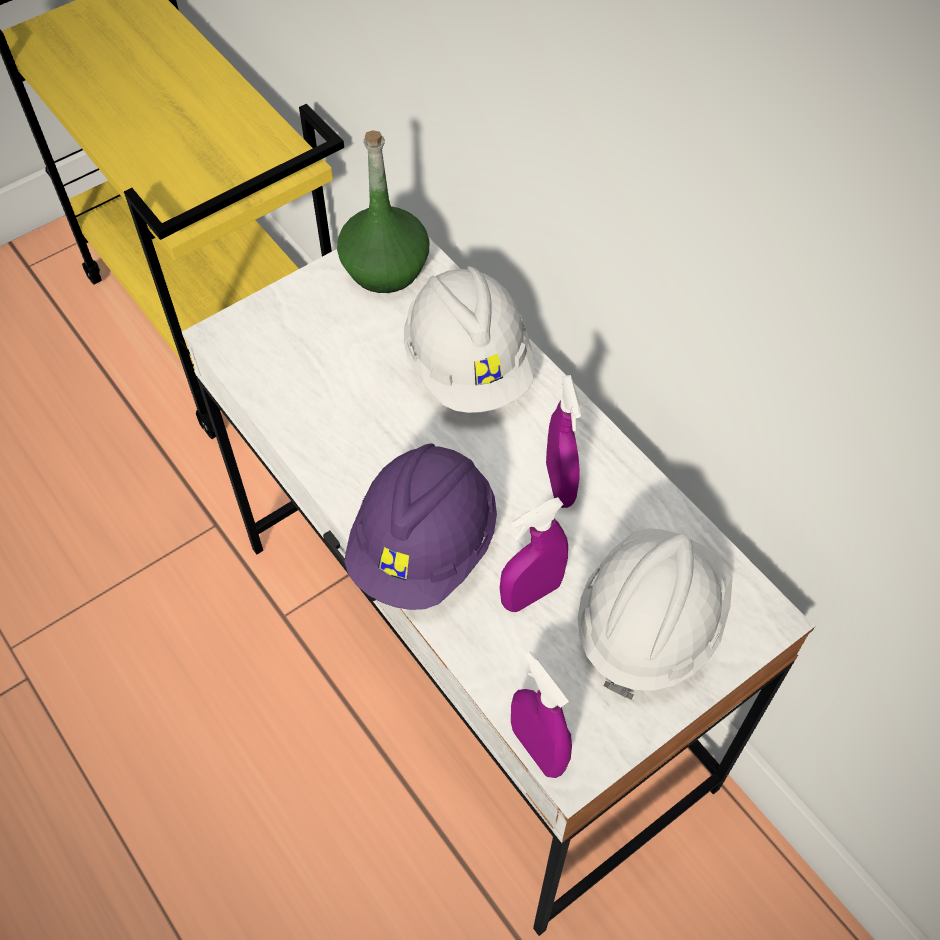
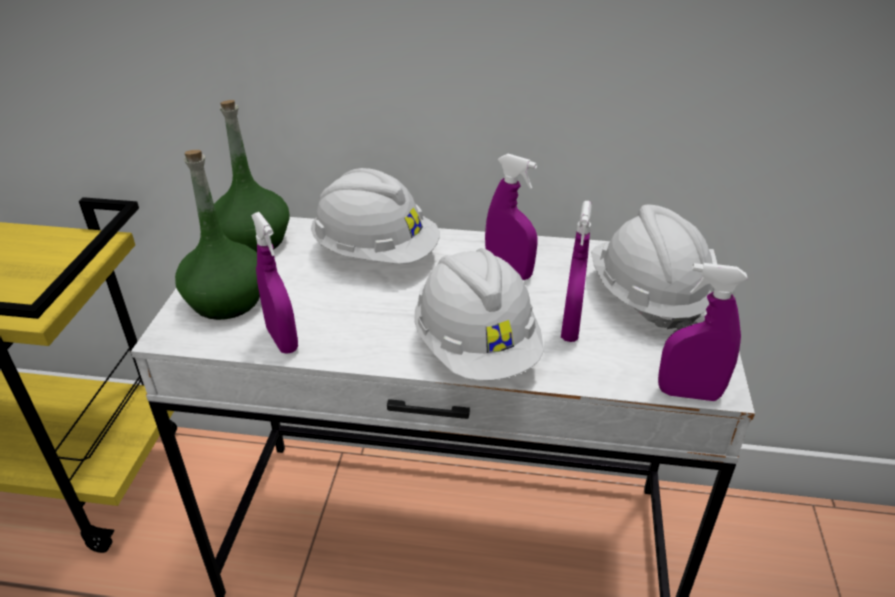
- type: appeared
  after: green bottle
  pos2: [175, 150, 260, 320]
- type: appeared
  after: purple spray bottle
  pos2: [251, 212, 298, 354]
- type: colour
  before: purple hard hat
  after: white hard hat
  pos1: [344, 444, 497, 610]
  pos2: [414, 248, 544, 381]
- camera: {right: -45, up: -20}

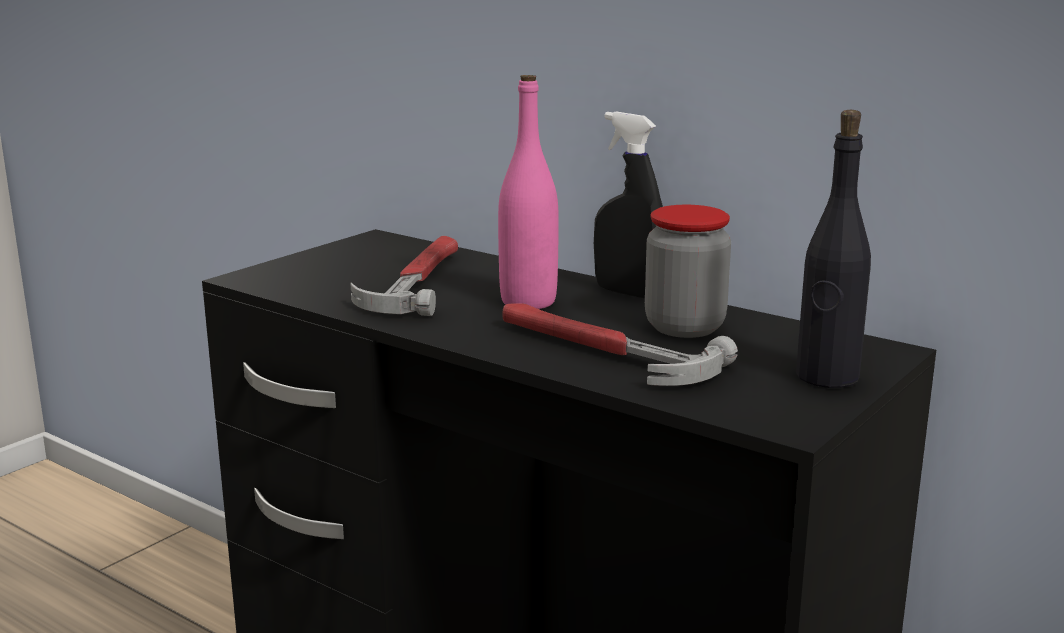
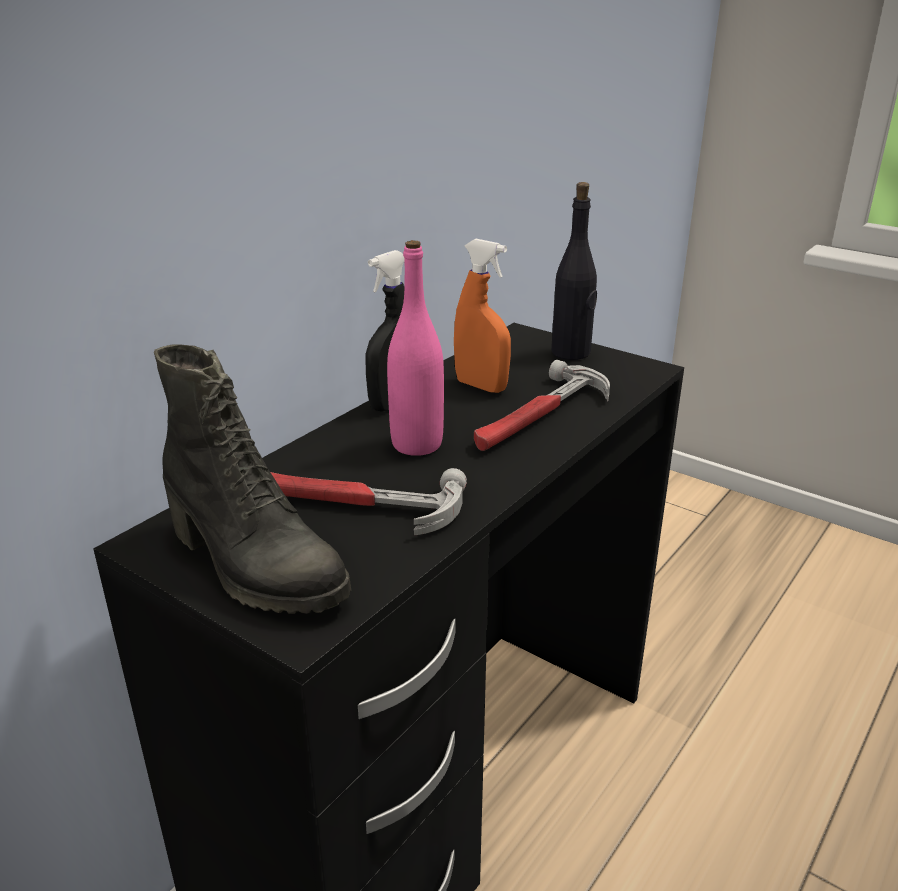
- type: appeared
  after: black boot
  pos2: [154, 344, 351, 614]
- type: exchanged
  before: jar
  after: orange spray bottle
  pos1: [645, 205, 731, 338]
  pos2: [454, 239, 511, 393]
- camera: {right: -90, up: 10}

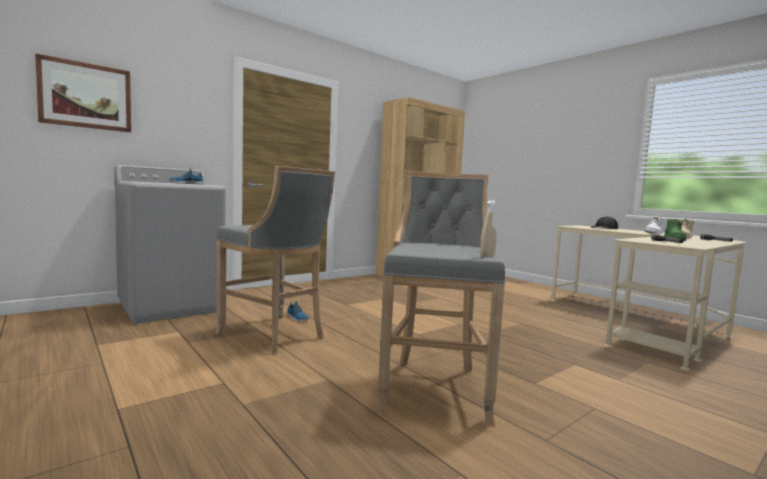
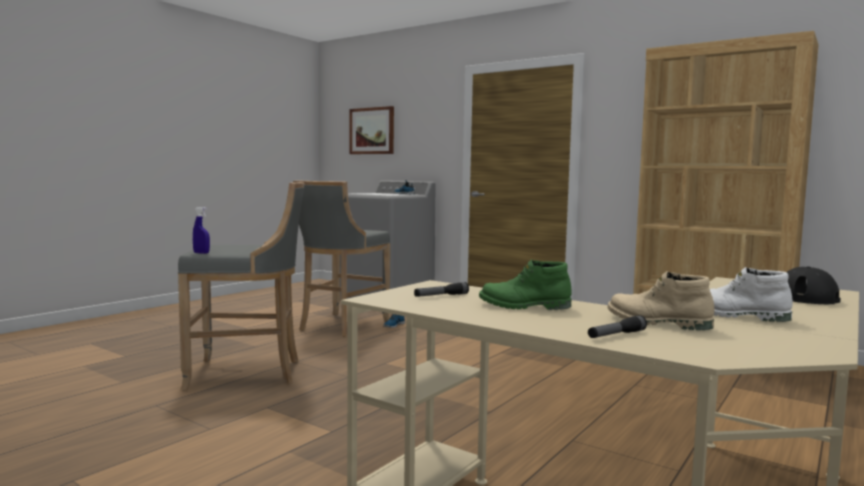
- type: colour
  before: beige spray bottle
  after: blue spray bottle
  pos1: [480, 200, 497, 257]
  pos2: [193, 207, 210, 254]
- camera: {right: 75, up: 0}

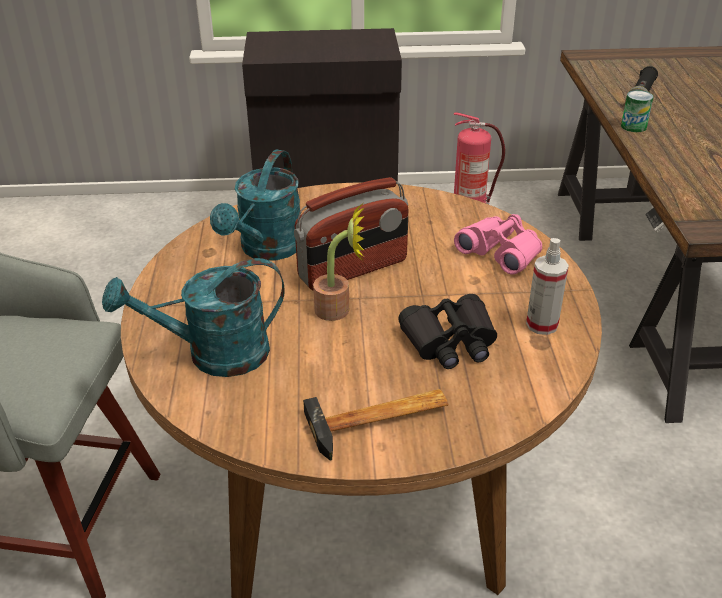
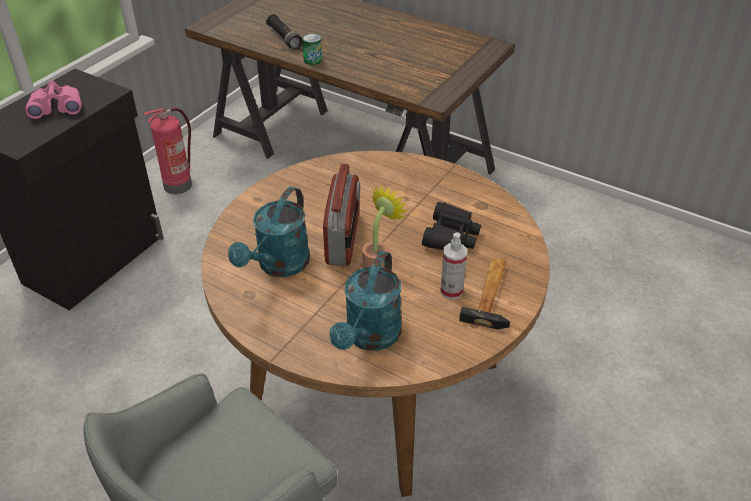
- type: relocated
  before: pink binoculars
  pos1: [454, 214, 542, 275]
  pos2: [25, 81, 82, 119]
- type: spun
  before: turquoise watering can
  pos1: [210, 150, 300, 261]
  pos2: [228, 187, 310, 277]
  turn: 60
- type: relocated
  before: spray bottle
  pos1: [526, 238, 569, 335]
  pos2: [440, 232, 467, 299]
- camera: {right: -55, up: 5}

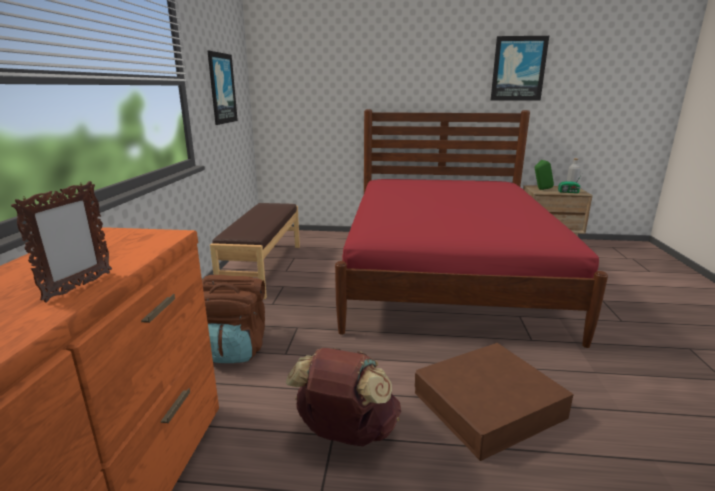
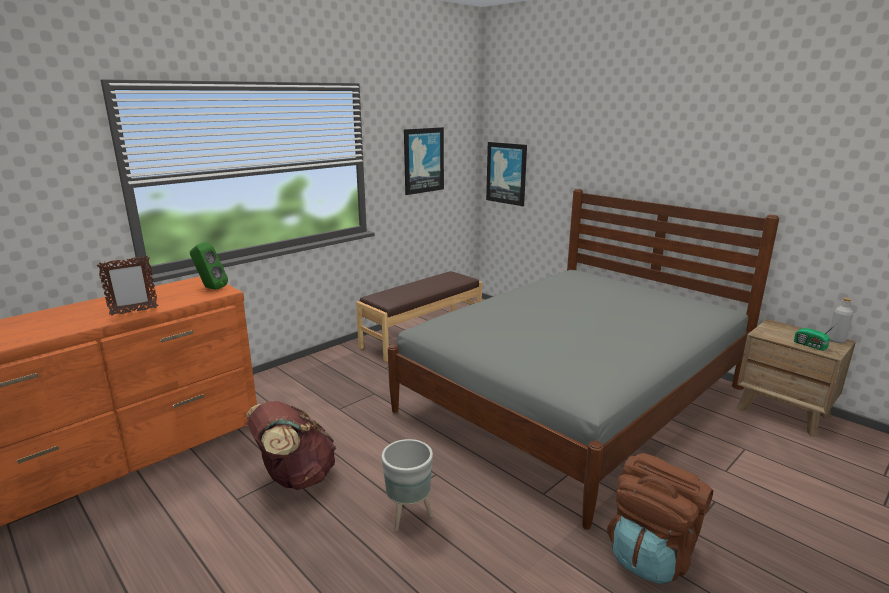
- type: relocated
  before: green speaker
  pos1: [535, 160, 554, 190]
  pos2: [190, 242, 228, 290]
- type: exchanged
  before: brown storage box
  after: grey planter
  pos1: [415, 343, 574, 461]
  pos2: [381, 439, 433, 531]
- type: colour
  before: red bed
  after: grey bed
  pos1: [335, 109, 608, 348]
  pos2: [388, 189, 780, 530]
- type: relocated
  before: picture
  pos1: [491, 36, 549, 101]
  pos2: [486, 142, 527, 206]
- type: relocated
  before: brown backpack
  pos1: [202, 275, 265, 363]
  pos2: [607, 453, 713, 584]
- camera: {right: 40, up: 0}

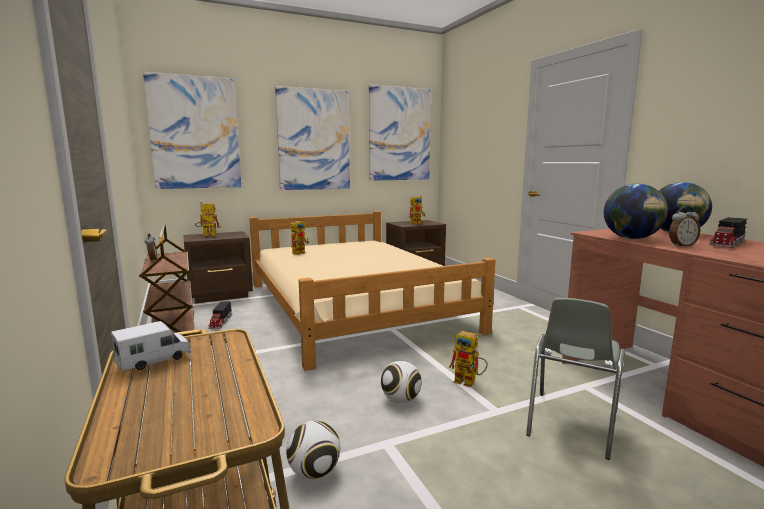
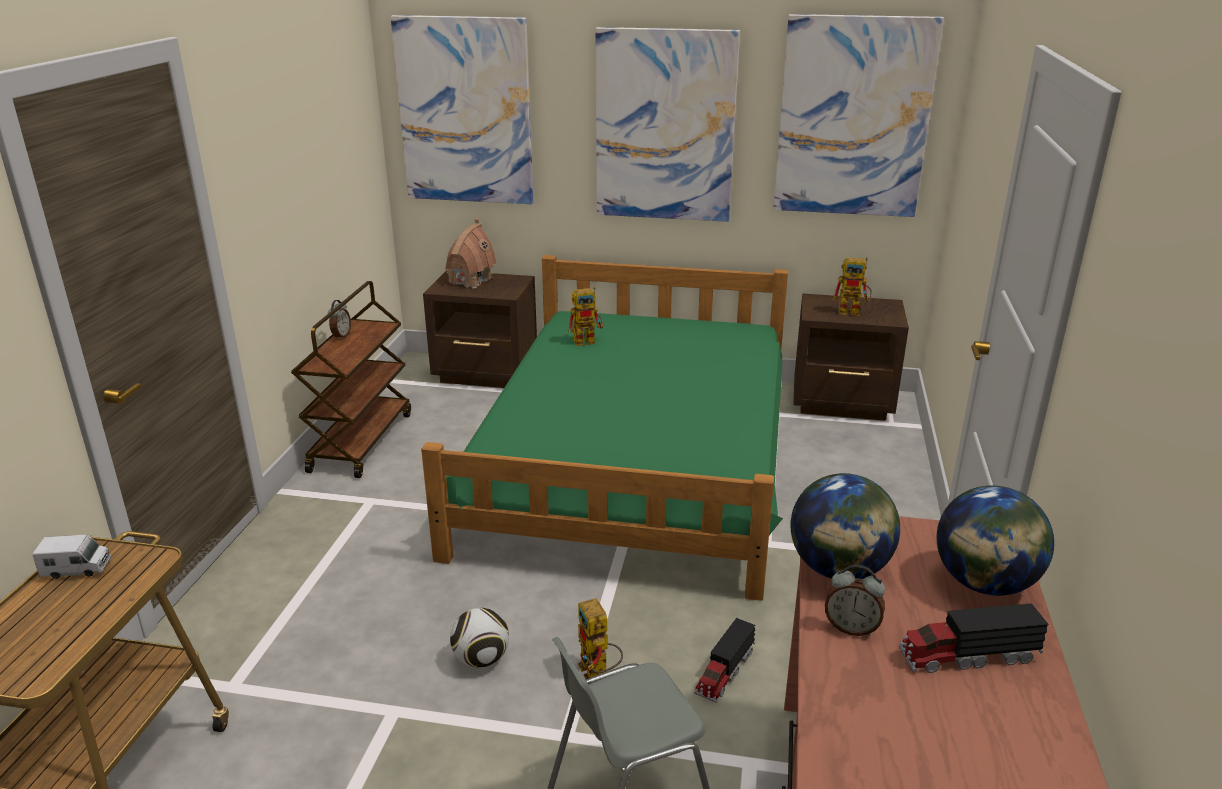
- type: colour
  before: beige bed
  after: green bed
  pos1: [250, 211, 496, 371]
  pos2: [421, 255, 788, 601]
- type: exchanged
  before: toy robot
  after: toy house
  pos1: [195, 202, 220, 236]
  pos2: [445, 218, 496, 288]
- type: relocated
  before: toy truck
  pos1: [208, 301, 232, 329]
  pos2: [694, 618, 755, 703]
- type: missing
  before: football
  pos1: [286, 421, 340, 479]
- camera: {right: 35, up: 15}

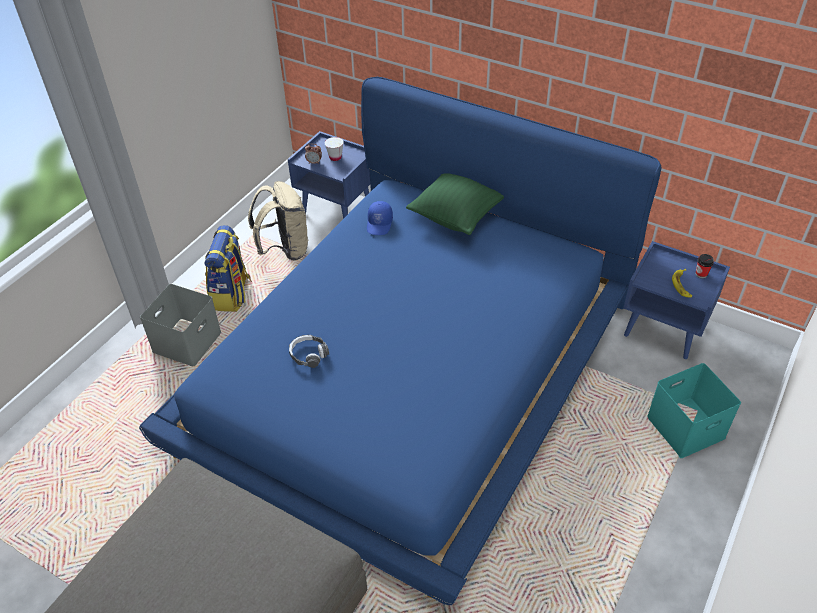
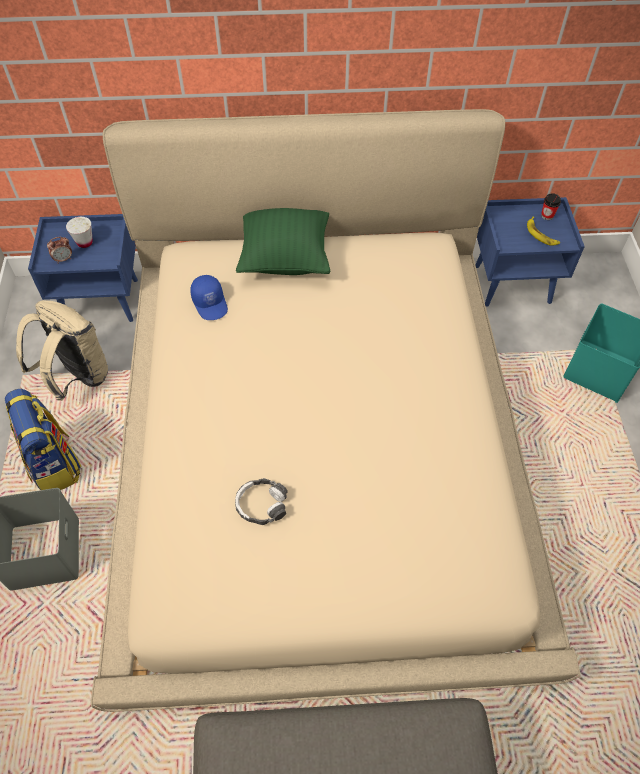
- type: colour
  before: blue bed
  after: beige bed
  pos1: [139, 77, 661, 605]
  pos2: [91, 109, 580, 712]
- camera: {right: -35, up: 10}

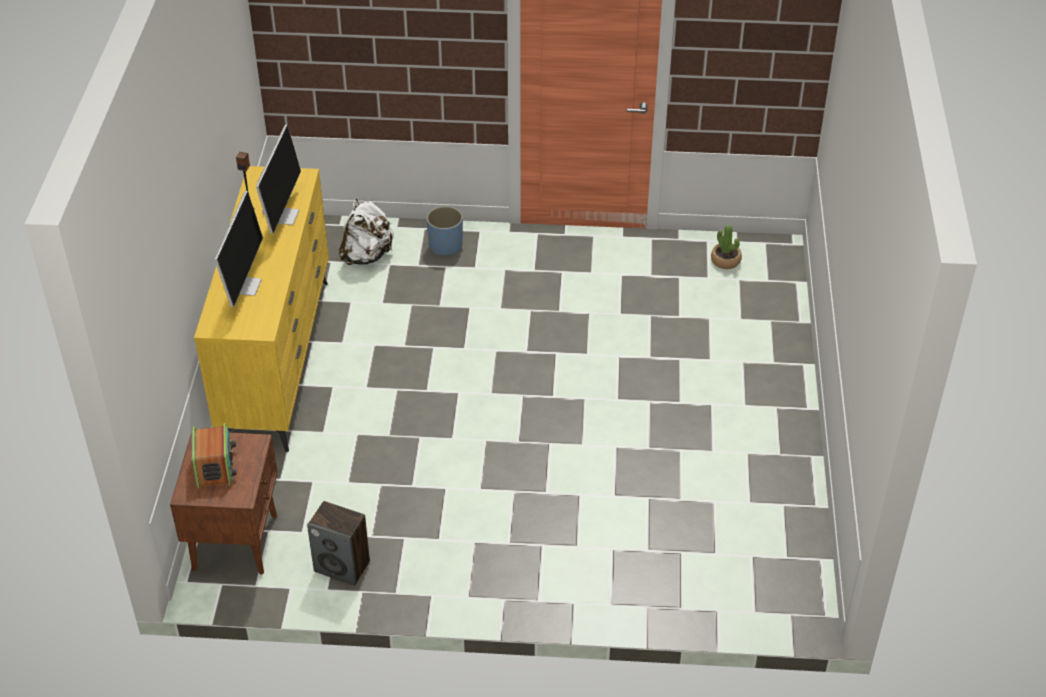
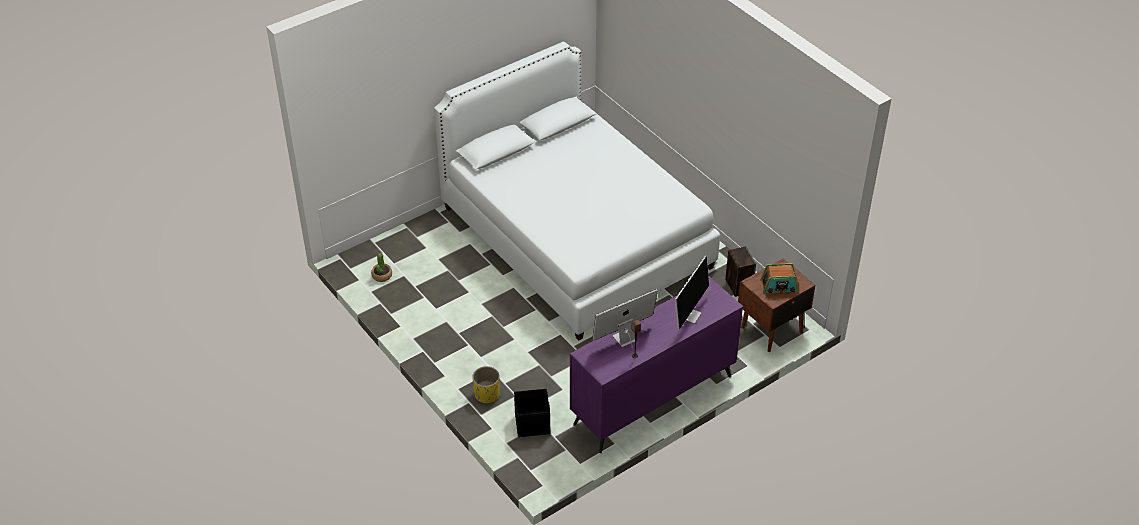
- type: appeared
  after: white bed
  pos2: [434, 41, 720, 340]
- type: colour
  before: blue planter
  after: yellow planter
  pos1: [426, 206, 463, 256]
  pos2: [472, 366, 500, 404]
- type: exchanged
  before: white backpack
  after: black storage box
  pos1: [339, 199, 394, 265]
  pos2: [514, 389, 550, 437]
- type: colour
  before: yellow dresser
  after: purple dresser
  pos1: [194, 166, 329, 452]
  pos2: [570, 278, 743, 453]
- type: spun
  before: monitor
  pos1: [214, 191, 263, 307]
  pos2: [675, 256, 709, 329]
  turn: 150
- type: spun
  before: radio
  pos1: [192, 423, 237, 489]
  pos2: [760, 263, 799, 293]
  turn: -135
- camera: {right: -130, up: 0}

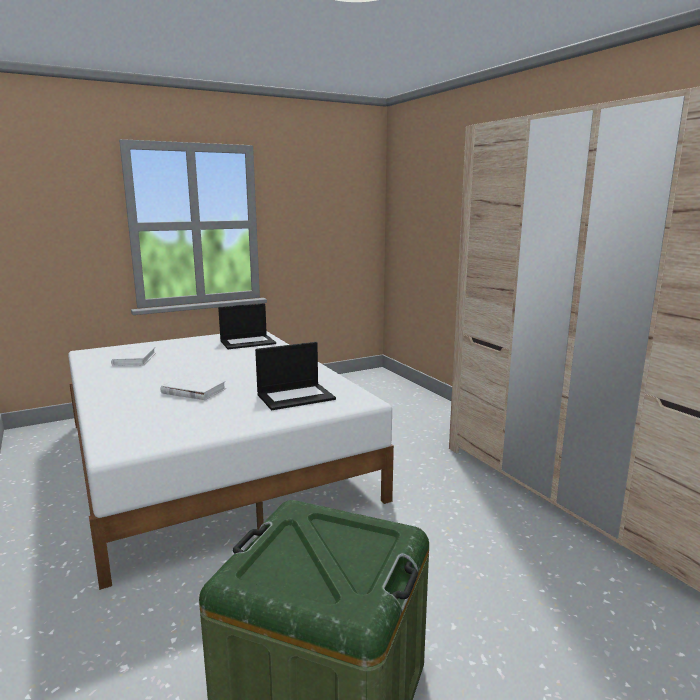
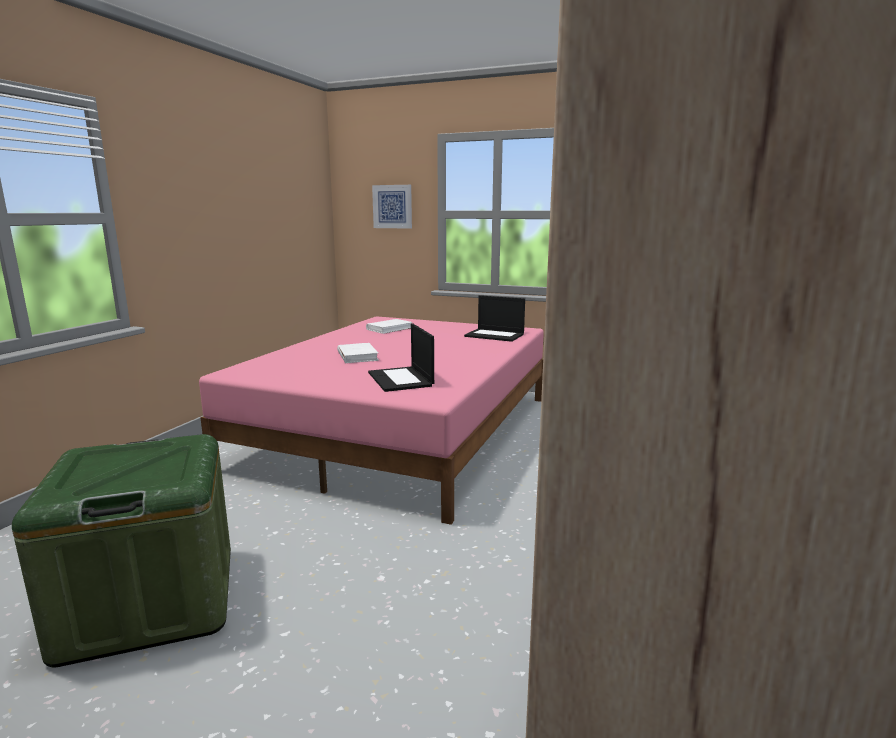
- type: colour
  before: white bed
  after: pink bed
  pos1: [68, 331, 394, 590]
  pos2: [199, 316, 544, 525]
- type: spun
  before: laptop
  pos1: [255, 342, 336, 410]
  pos2: [368, 323, 434, 392]
  turn: 45
- type: appeared
  after: picture
  pos2: [372, 185, 412, 229]
- camera: {right: 50, up: 0}

